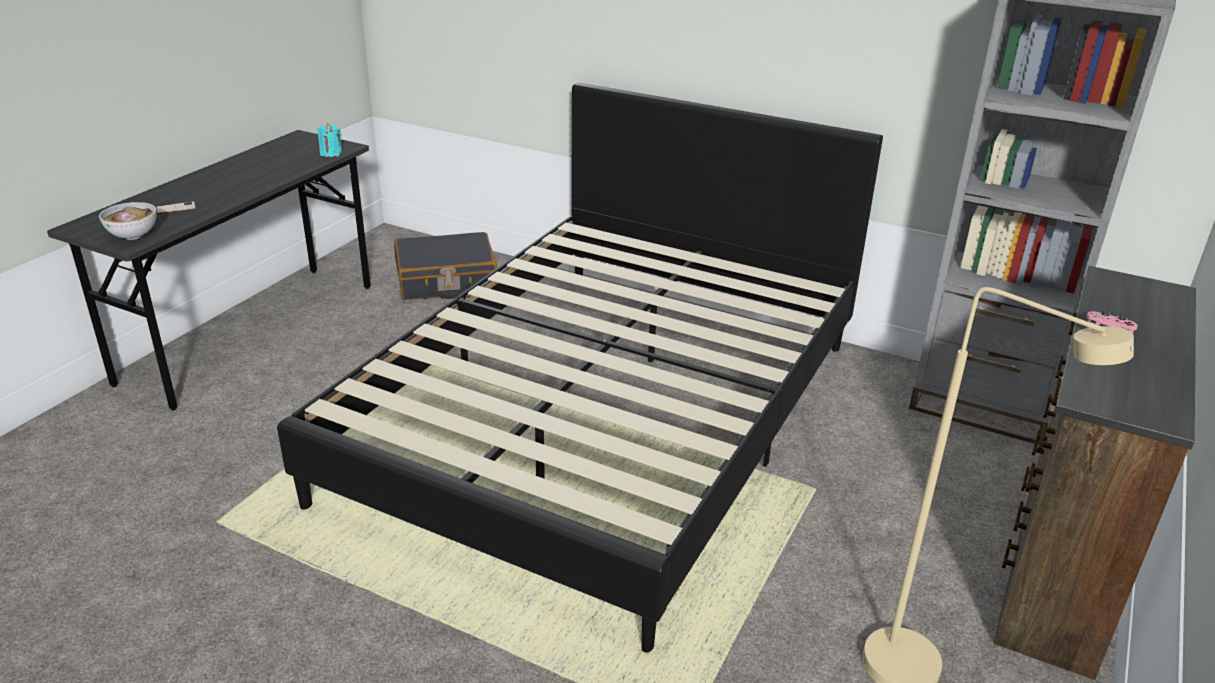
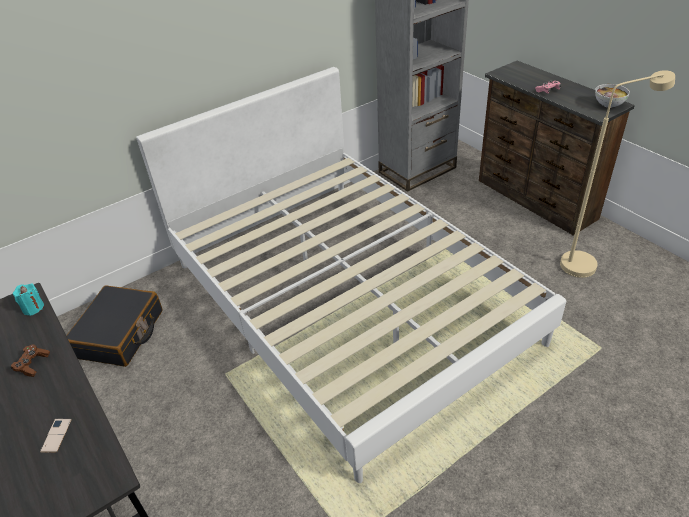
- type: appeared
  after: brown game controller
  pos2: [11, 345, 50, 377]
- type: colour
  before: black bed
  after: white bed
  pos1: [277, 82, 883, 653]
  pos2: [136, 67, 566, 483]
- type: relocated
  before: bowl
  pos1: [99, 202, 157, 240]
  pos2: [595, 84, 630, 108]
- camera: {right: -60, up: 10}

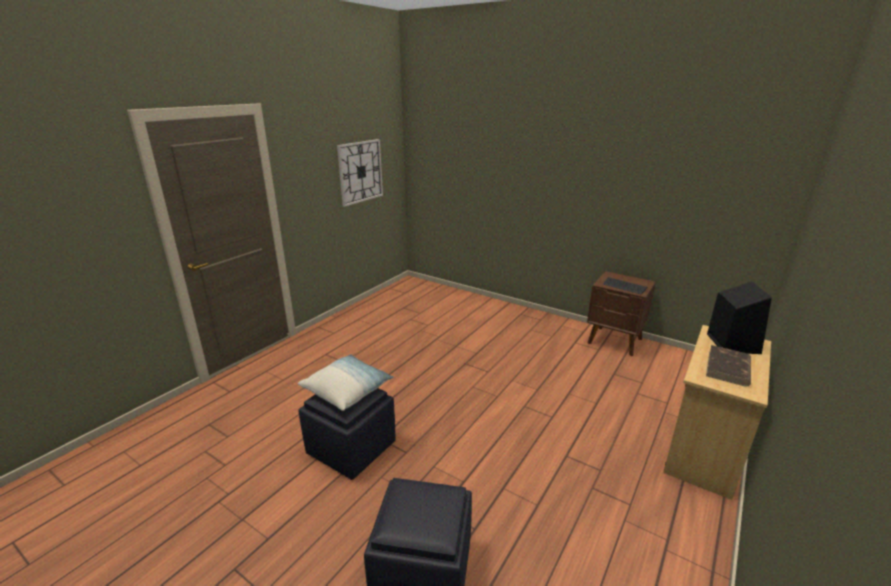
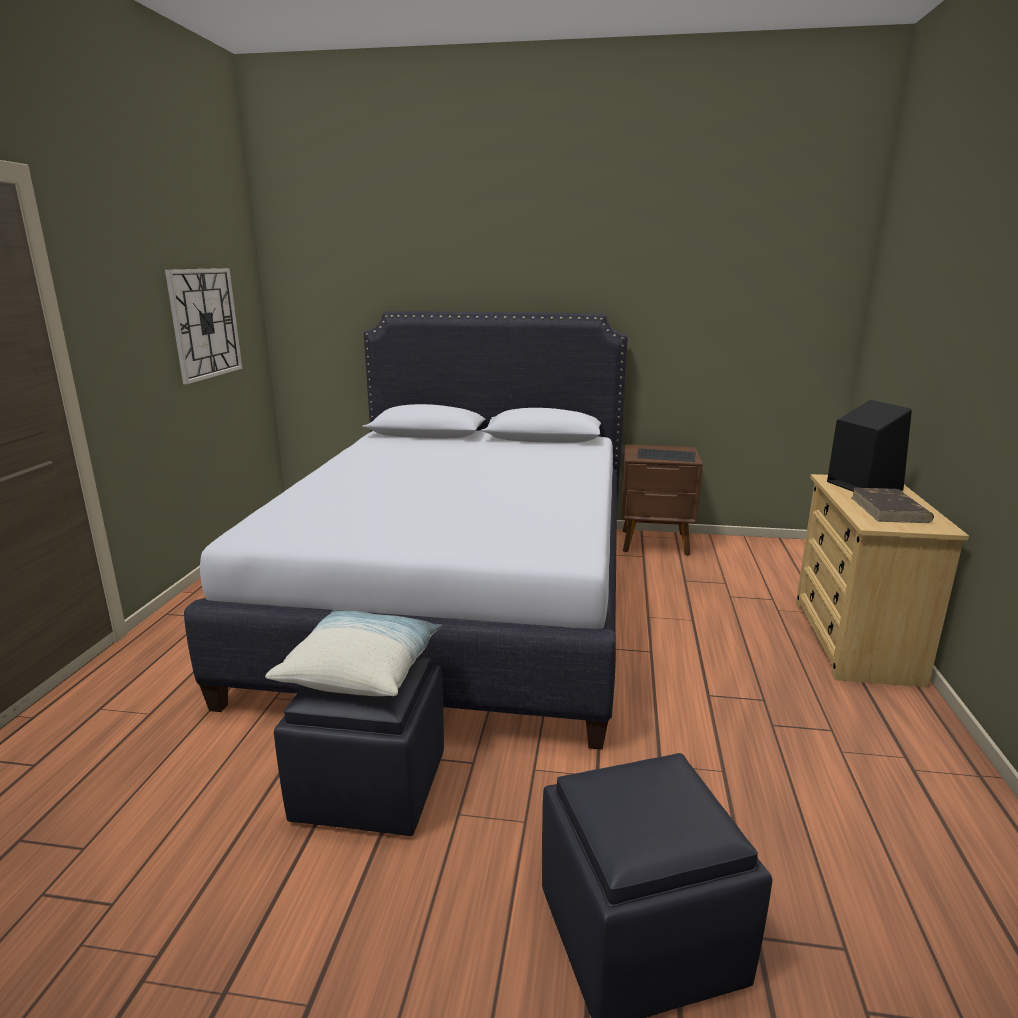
- type: appeared
  after: white bed
  pos2: [184, 311, 628, 750]
- camera: {right: -25, up: -5}

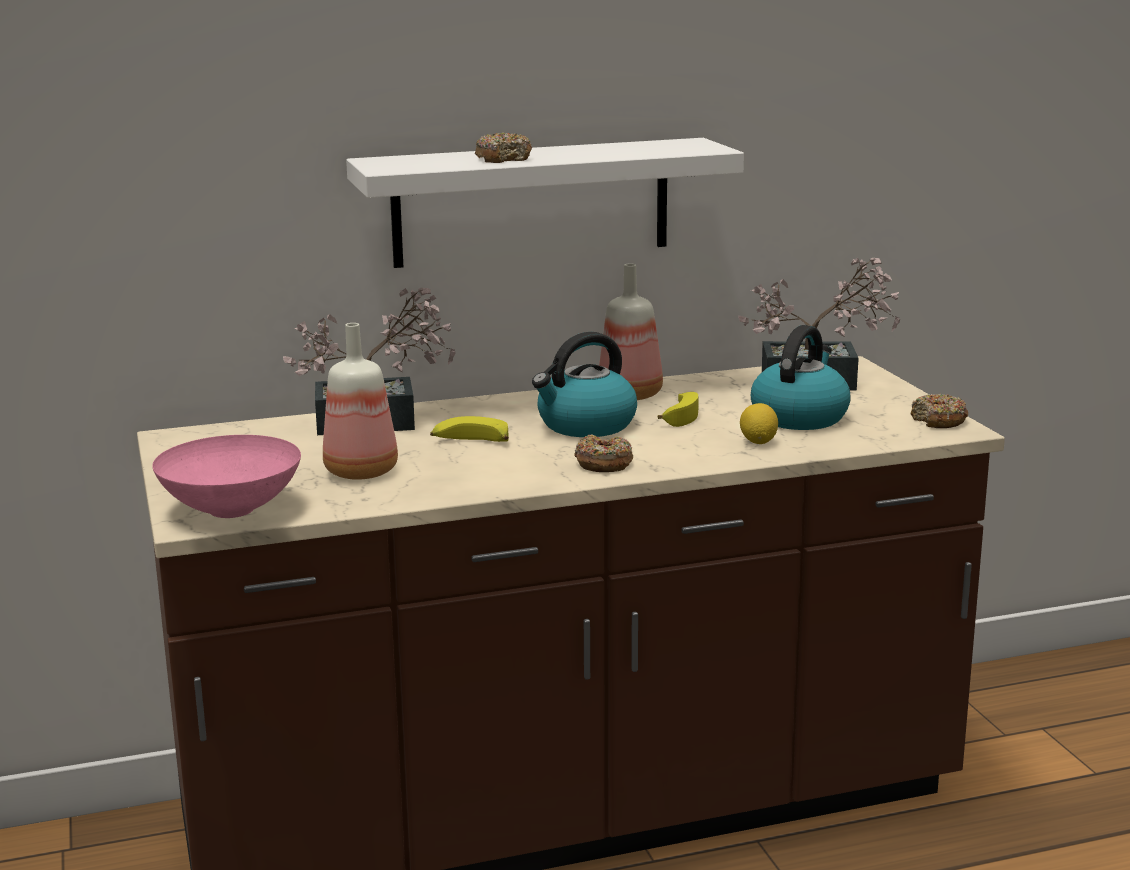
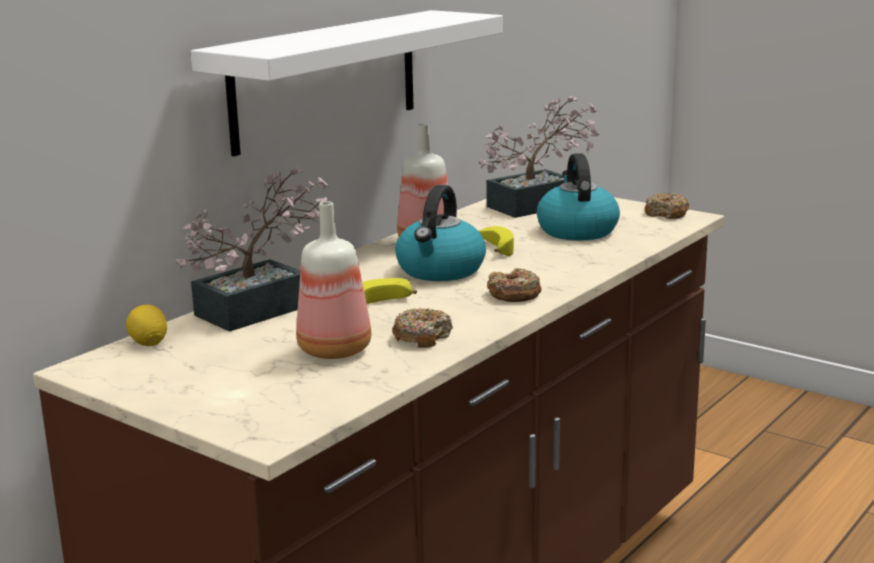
- type: relocated
  before: lemon
  pos1: [740, 403, 778, 444]
  pos2: [126, 304, 167, 346]
- type: relocated
  before: donut
  pos1: [475, 133, 532, 163]
  pos2: [392, 308, 453, 348]
- type: missing
  before: pink bowl
  pos1: [152, 435, 301, 518]
- camera: {right: -35, up: 0}

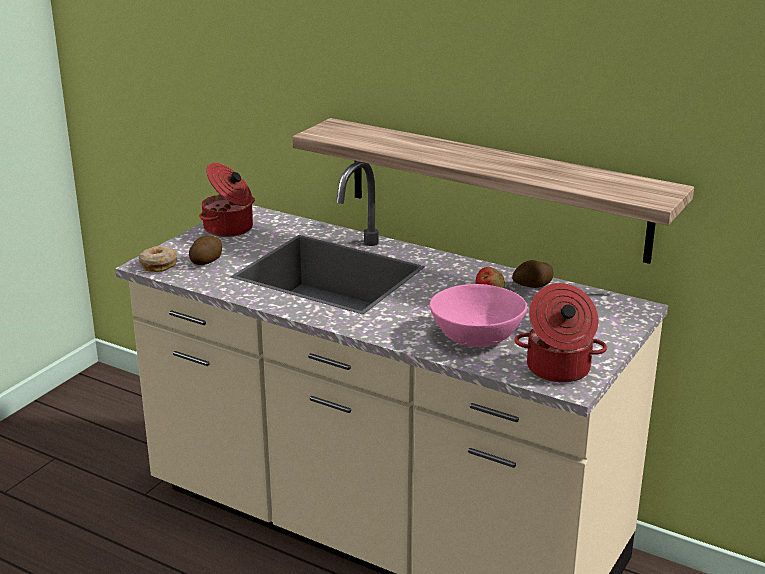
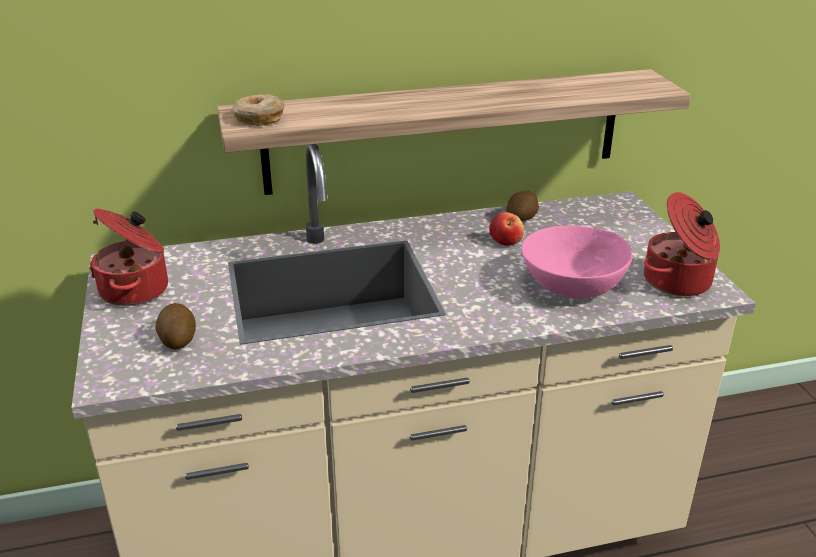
- type: relocated
  before: donut
  pos1: [139, 246, 177, 272]
  pos2: [232, 94, 284, 126]
- camera: {right: -45, up: 5}

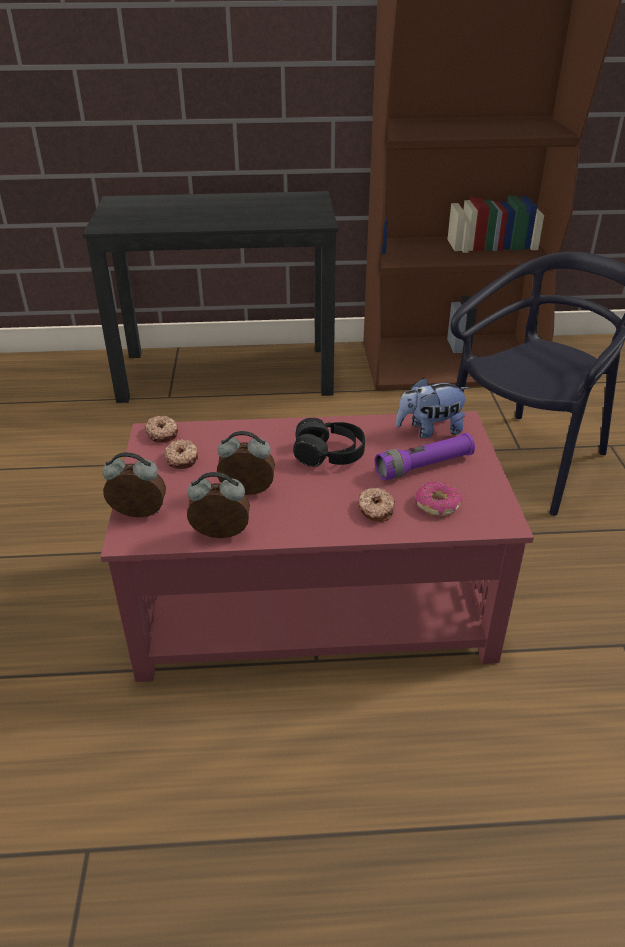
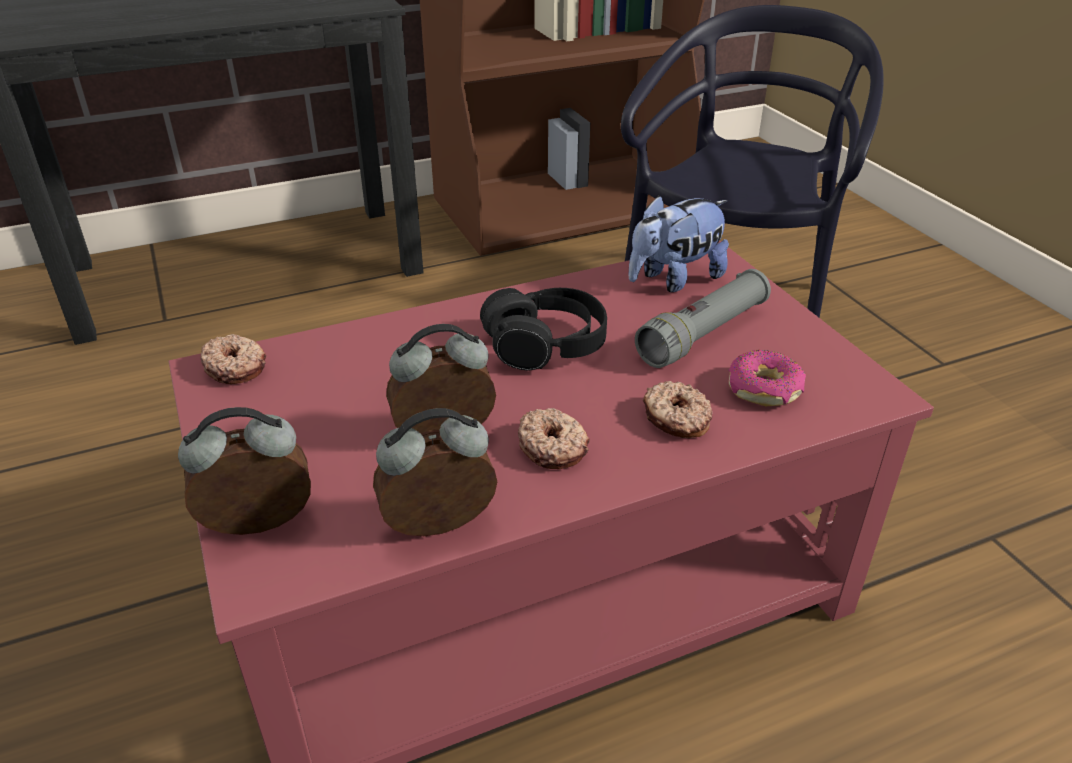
- type: relocated
  before: donut
  pos1: [164, 439, 198, 469]
  pos2: [518, 408, 590, 469]
- type: colour
  before: purple flashlight
  after: grey flashlight
  pos1: [375, 433, 475, 480]
  pos2: [635, 269, 771, 368]
- camera: {right: -20, up: 0}

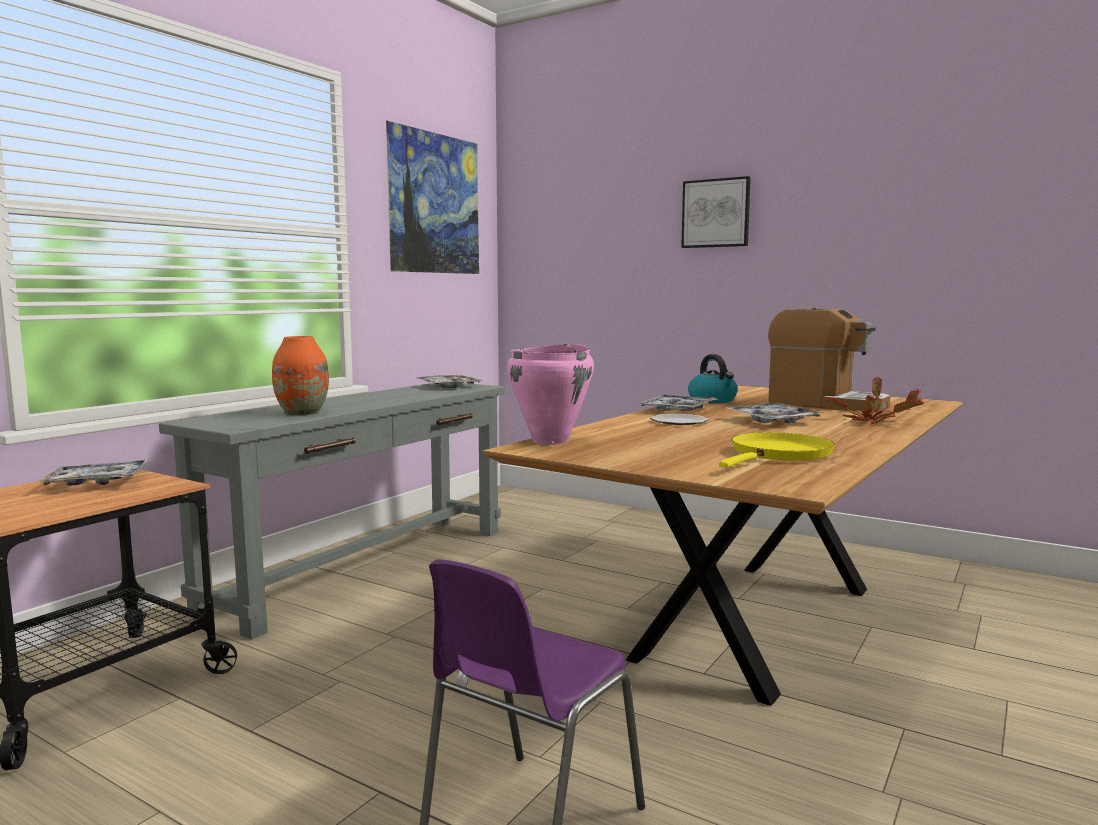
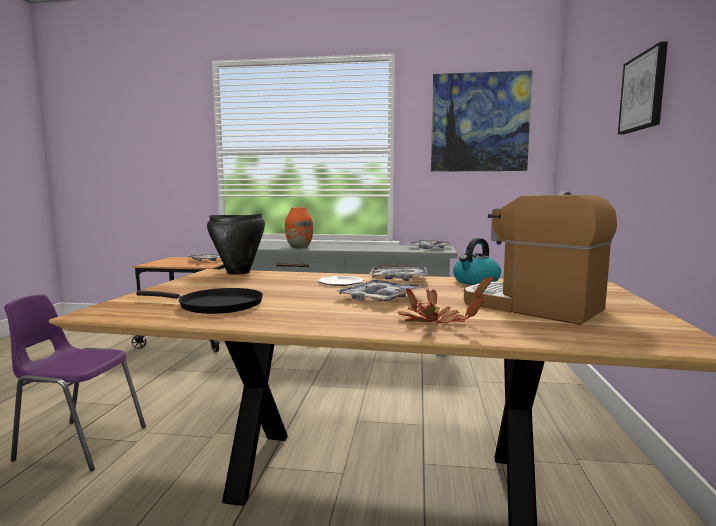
- type: colour
  before: yellow frying pan
  after: black frying pan
  pos1: [719, 432, 835, 468]
  pos2: [137, 288, 263, 314]
- type: colour
  before: pink cooking pot
  after: black cooking pot
  pos1: [507, 344, 594, 445]
  pos2: [207, 213, 265, 275]
- type: spun
  before: coffee machine
  pos1: [768, 306, 891, 412]
  pos2: [464, 192, 617, 325]
  turn: 120
- camera: {right: 65, up: 0}

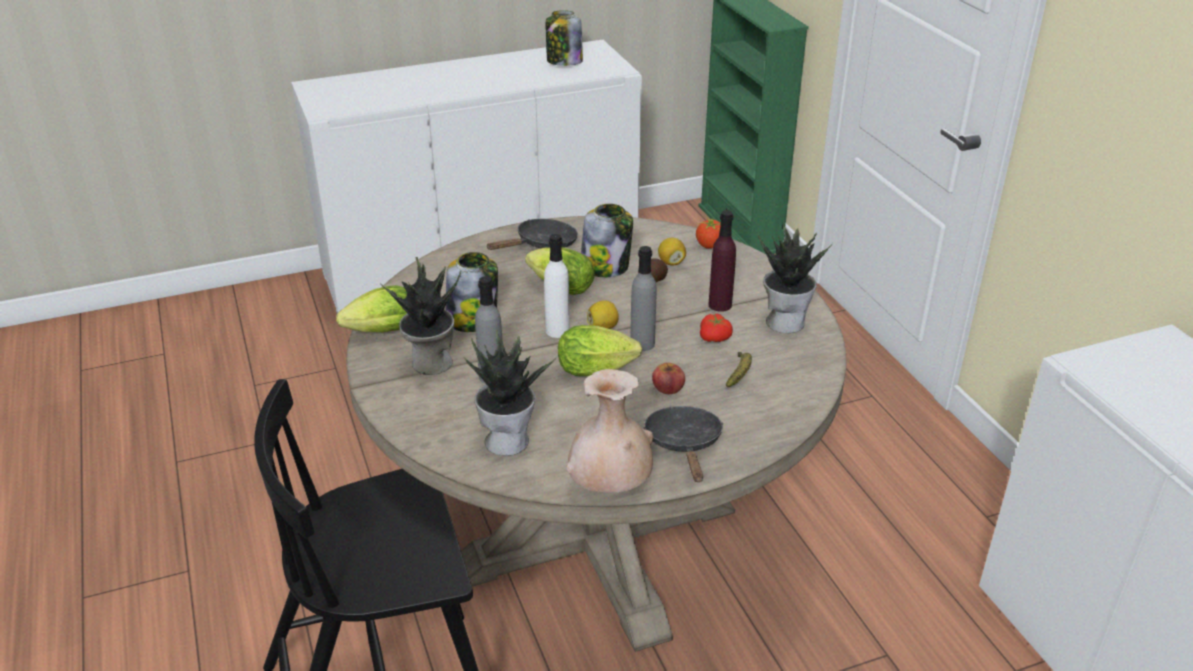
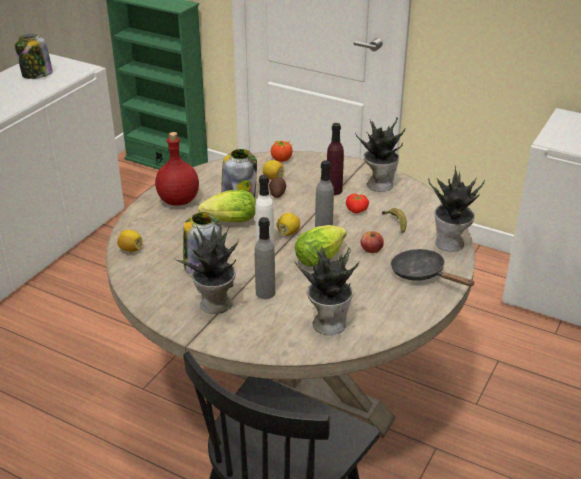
- type: appeared
  after: lemon
  pos2: [117, 230, 142, 252]
- type: exchanged
  before: black frying pan
  after: red bottle
  pos1: [486, 219, 578, 250]
  pos2: [155, 132, 199, 205]
- type: appeared
  after: potted plant
  pos2: [428, 166, 485, 252]
- type: missing
  before: lettuce
  pos1: [336, 285, 407, 332]
- type: missing
  before: beige vase
  pos1: [566, 369, 653, 493]
- camera: {right: -40, up: 0}

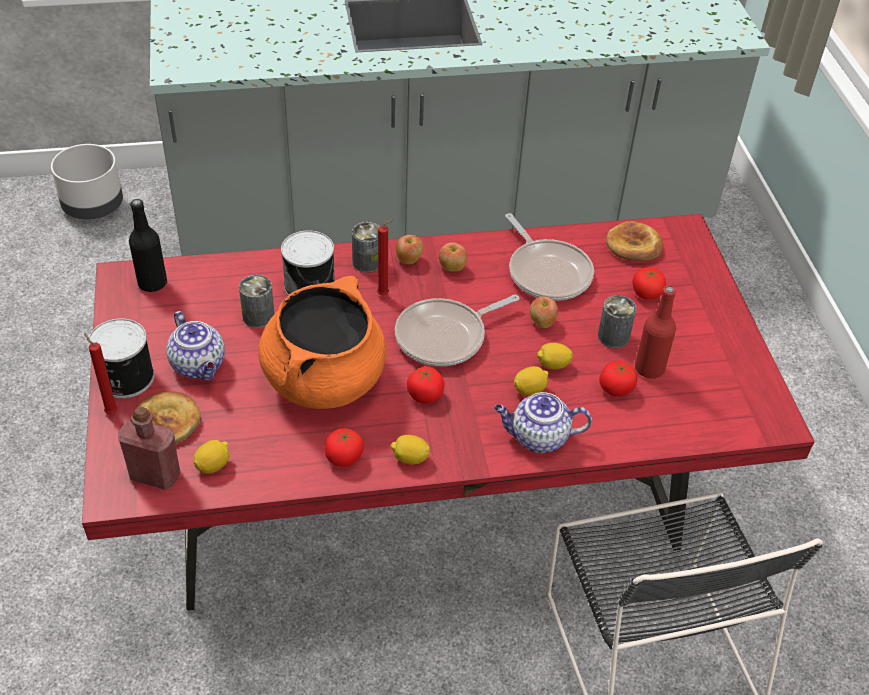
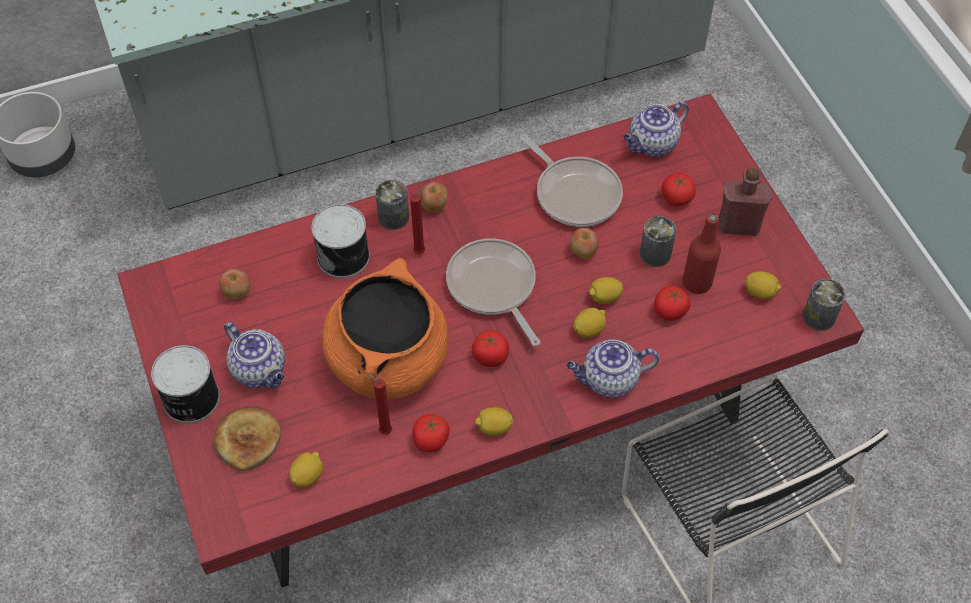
- type: relocated
  before: apple
  pos1: [439, 242, 467, 271]
  pos2: [219, 269, 250, 299]
- type: relocated
  before: red candle
  pos1: [84, 333, 118, 414]
  pos2: [368, 373, 392, 435]
- type: spun
  before: frying pan
  pos1: [395, 295, 519, 366]
  pos2: [446, 238, 540, 346]
  turn: 105
- type: exchanged
  before: bread
  after: teapot
  pos1: [606, 221, 663, 261]
  pos2: [623, 101, 689, 157]
- type: relocated
  before: red bottle
  pos1: [118, 406, 180, 490]
  pos2: [719, 168, 772, 236]
- type: appeared
  after: lemon
  pos2: [745, 271, 782, 299]
- type: relocated
  before: can
  pos1: [239, 275, 274, 328]
  pos2: [803, 279, 845, 331]
- type: missing
  before: black bottle
  pos1: [129, 199, 167, 292]
- camera: {right: -10, up: 10}

